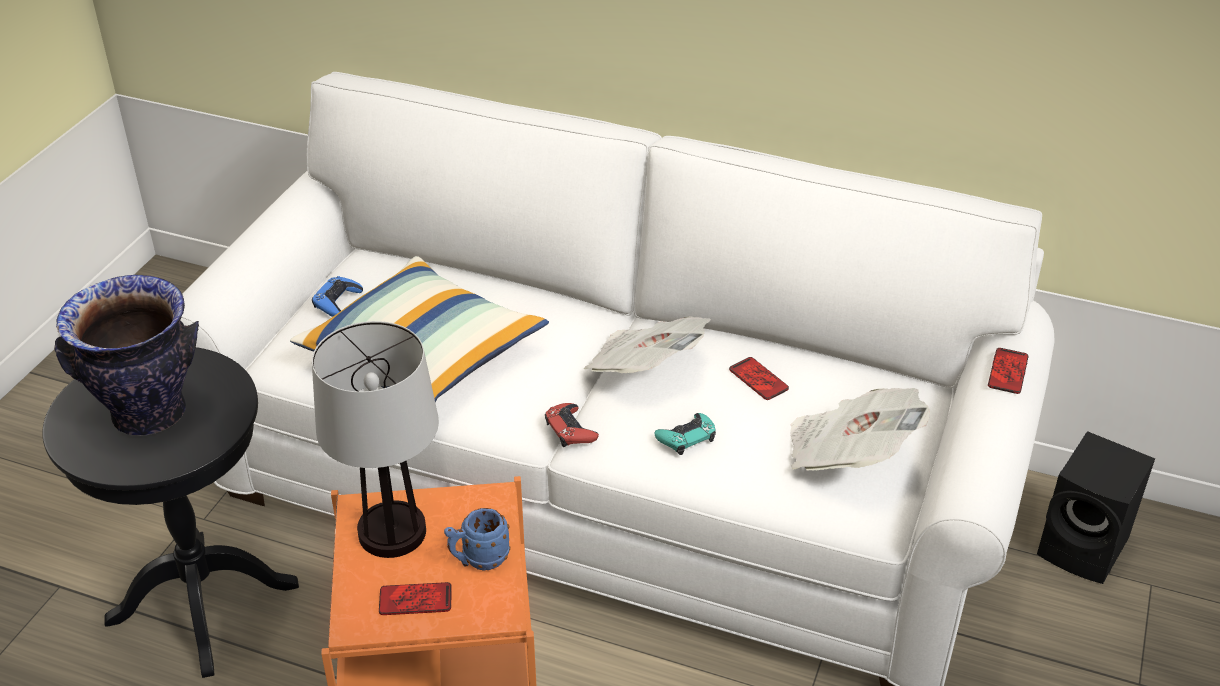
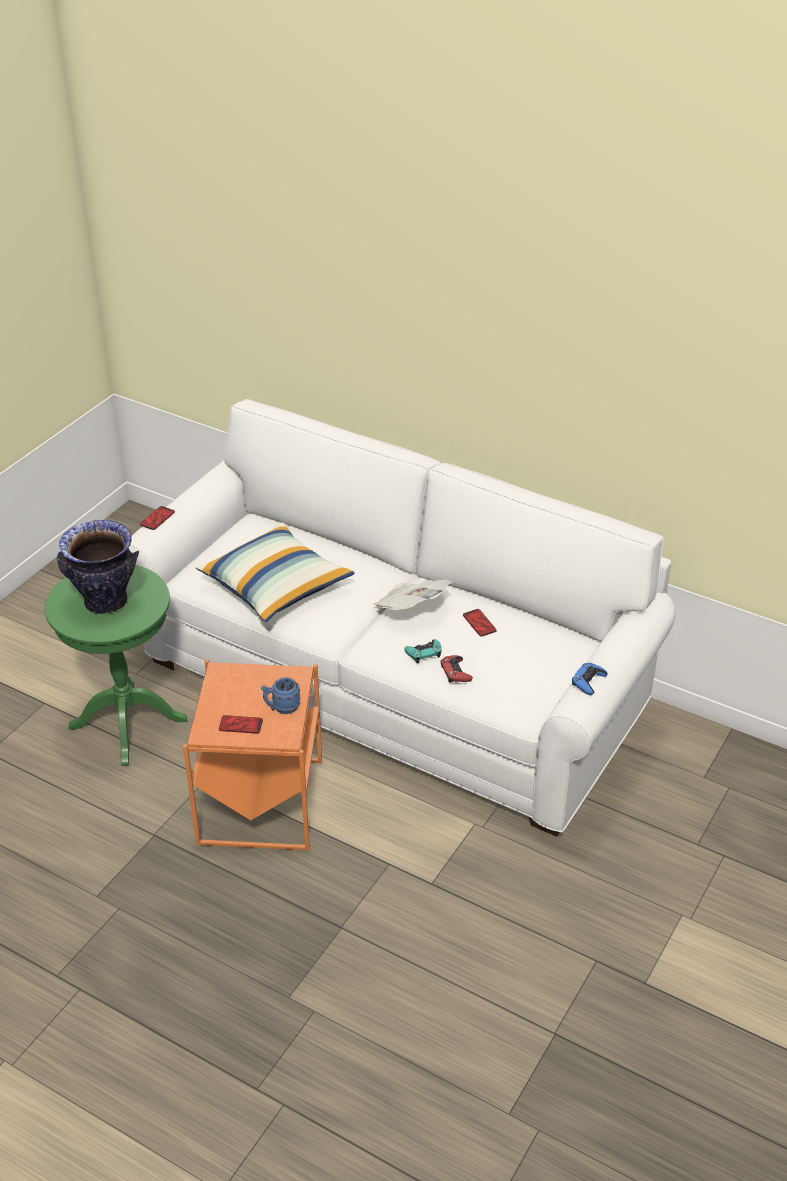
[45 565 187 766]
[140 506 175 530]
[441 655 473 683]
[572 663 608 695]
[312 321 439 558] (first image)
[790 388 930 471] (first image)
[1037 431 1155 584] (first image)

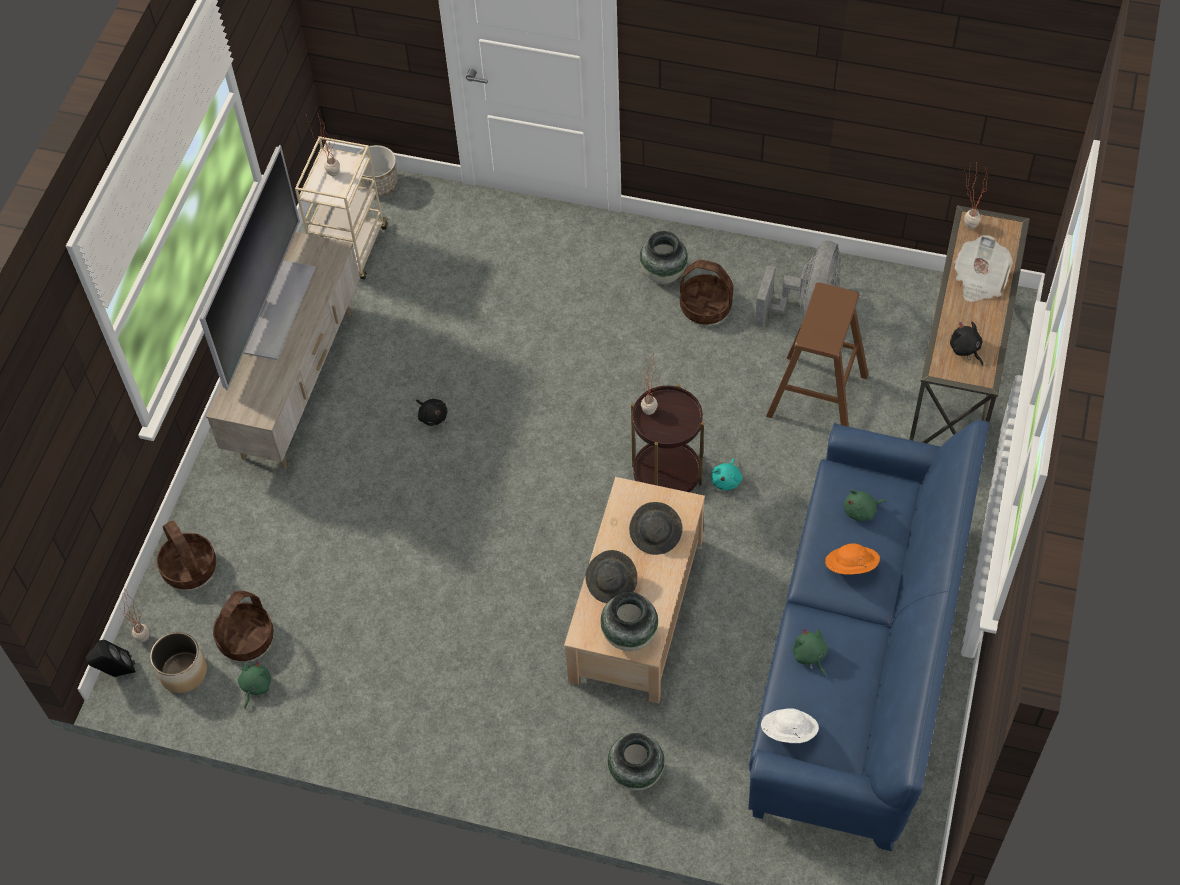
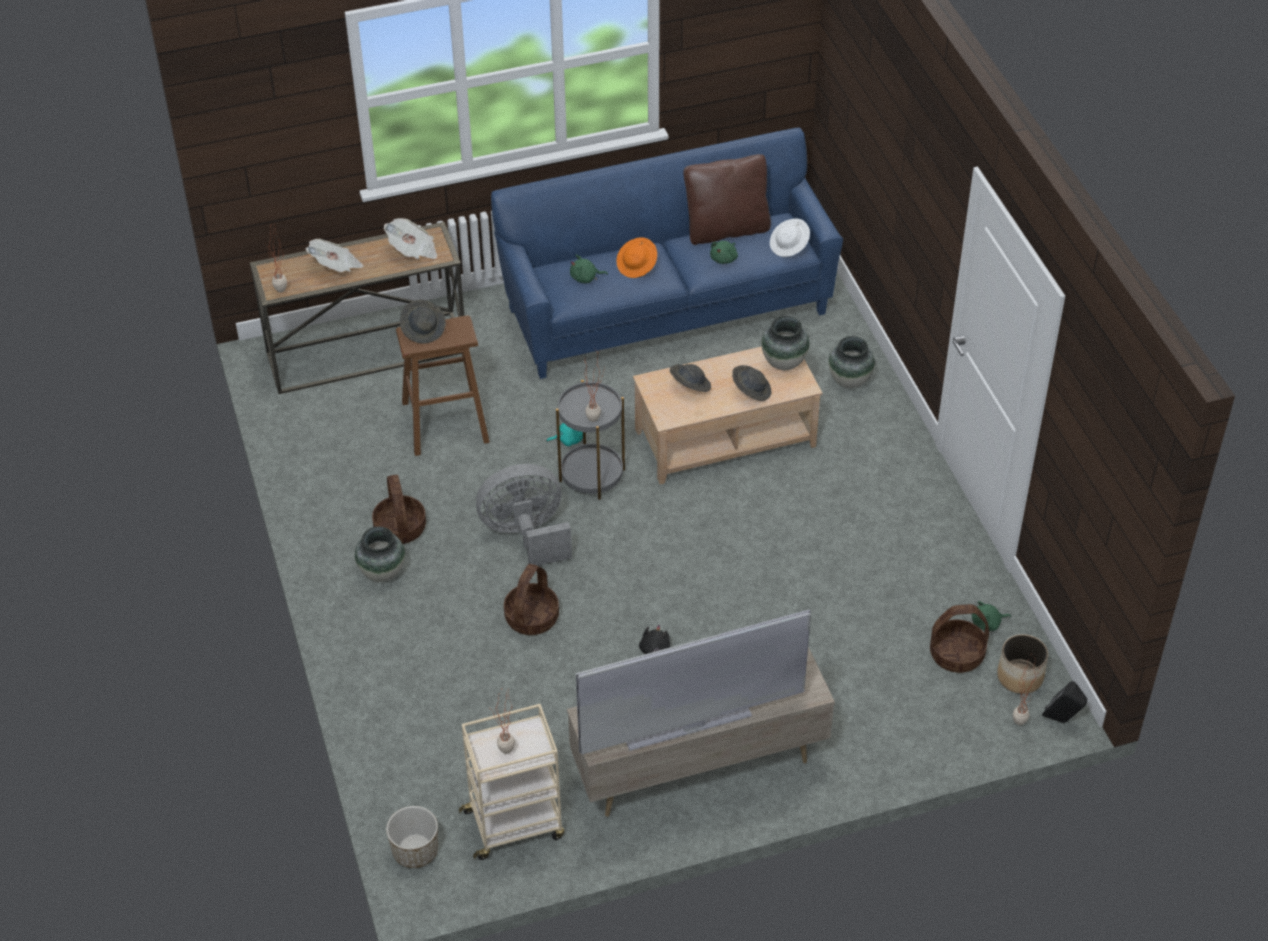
[384 218 437 259]
[400 300 446 344]
[476 464 572 566]
[504 564 559 635]
[556 380 625 500]
[570 255 608 283]
[683 154 771 245]

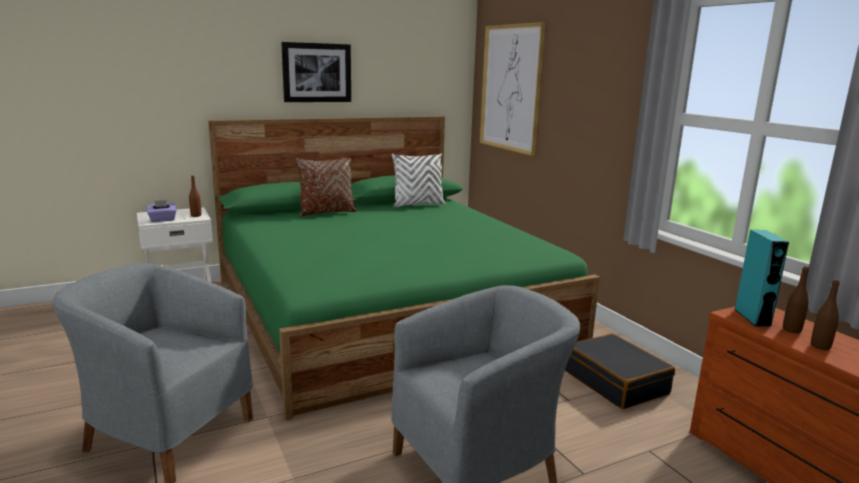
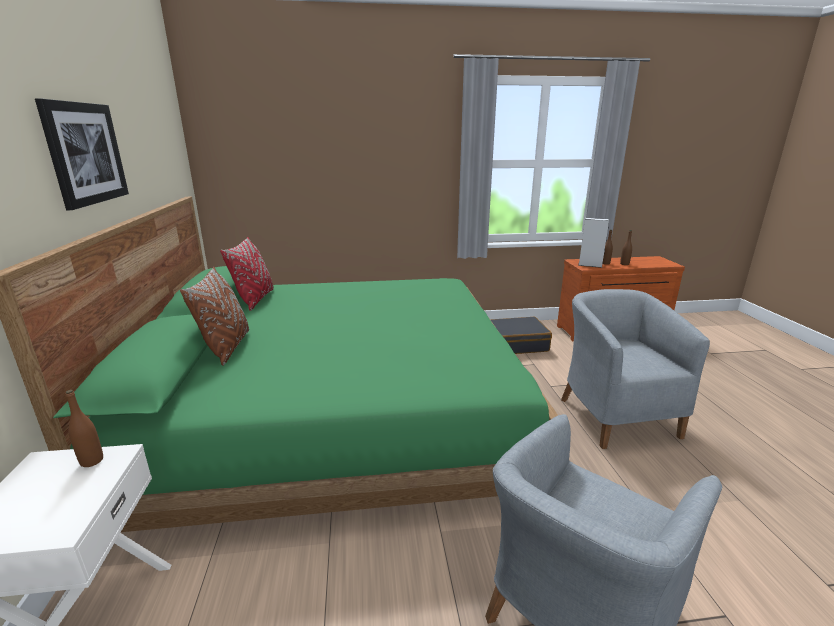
[220 237 274 311]
[578 218 609 268]
[147 200 176 222] (first image)
[480 22 545 156] (first image)

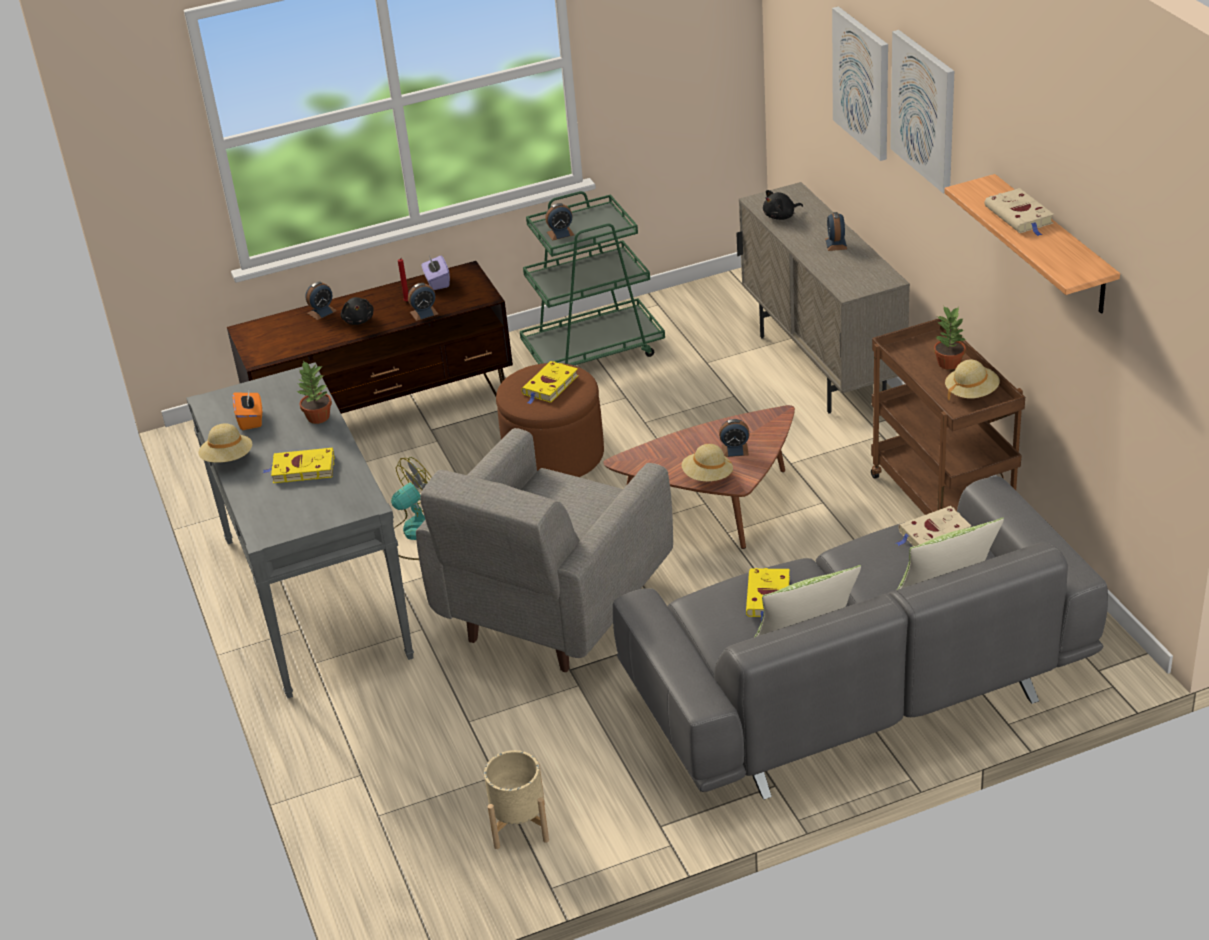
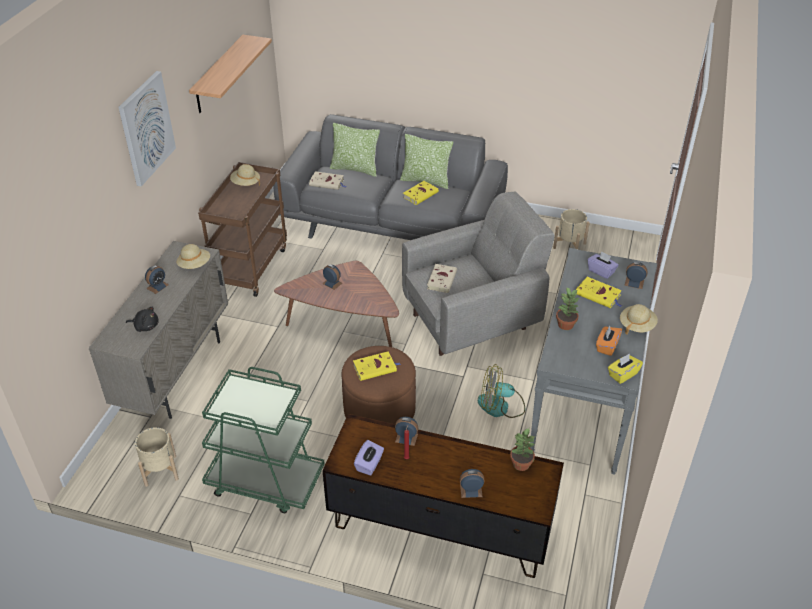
[135 427 179 487]
[177 244 210 269]
[427 264 457 293]
[510 428 535 471]
[588 251 619 279]
[608 353 643 384]
[624 262 648 289]
[341 297 374 325] (first image)
[832 6 888 161] (first image)

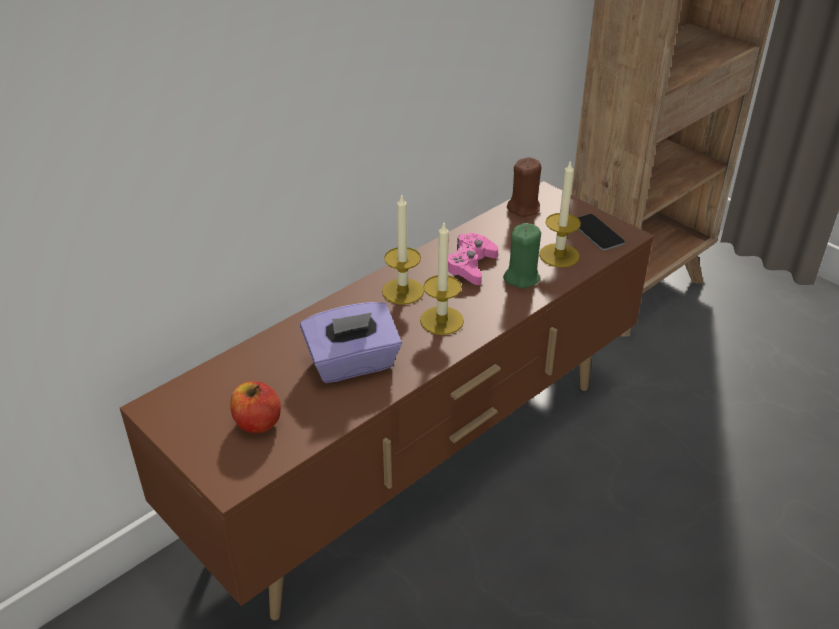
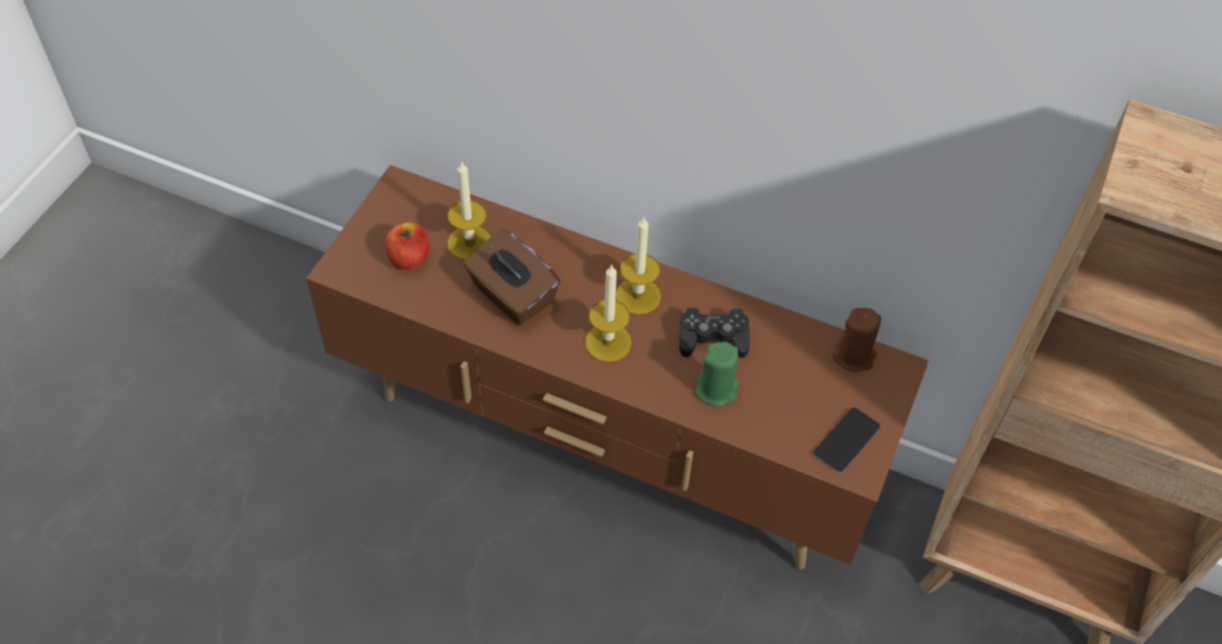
[447 161 491 260]
[463 229 560 325]
[679 307 750 358]

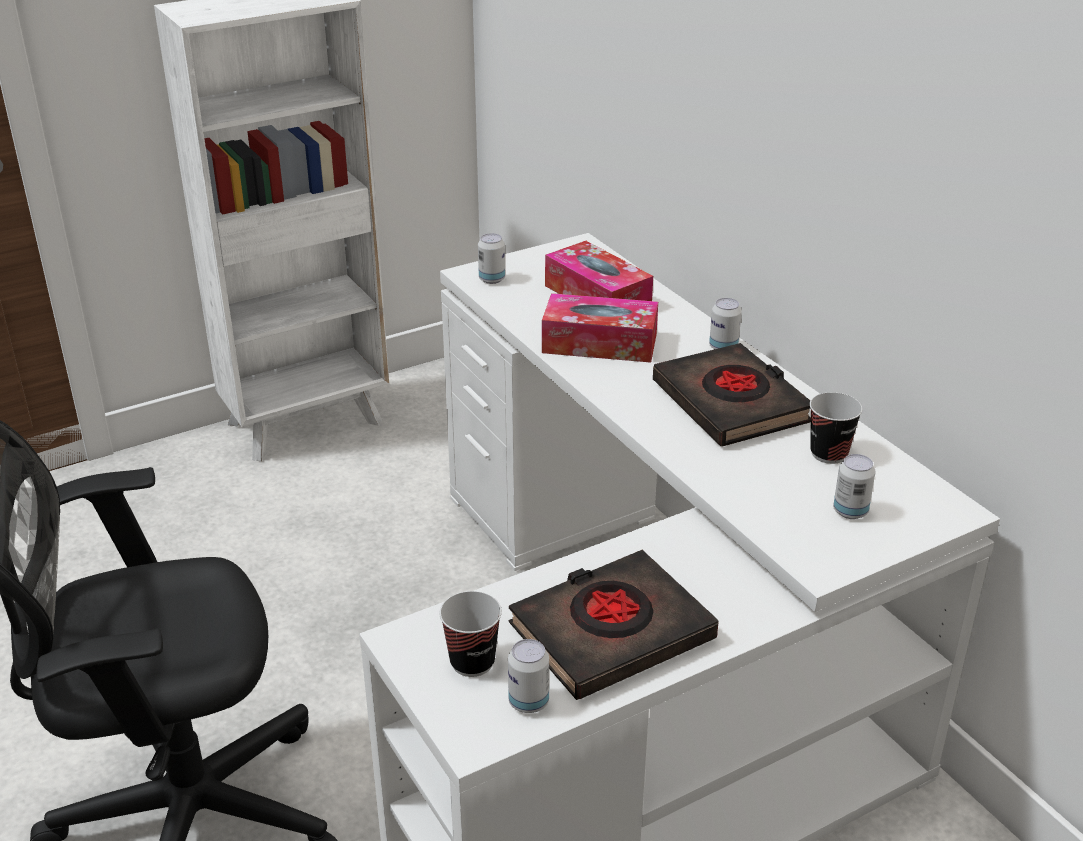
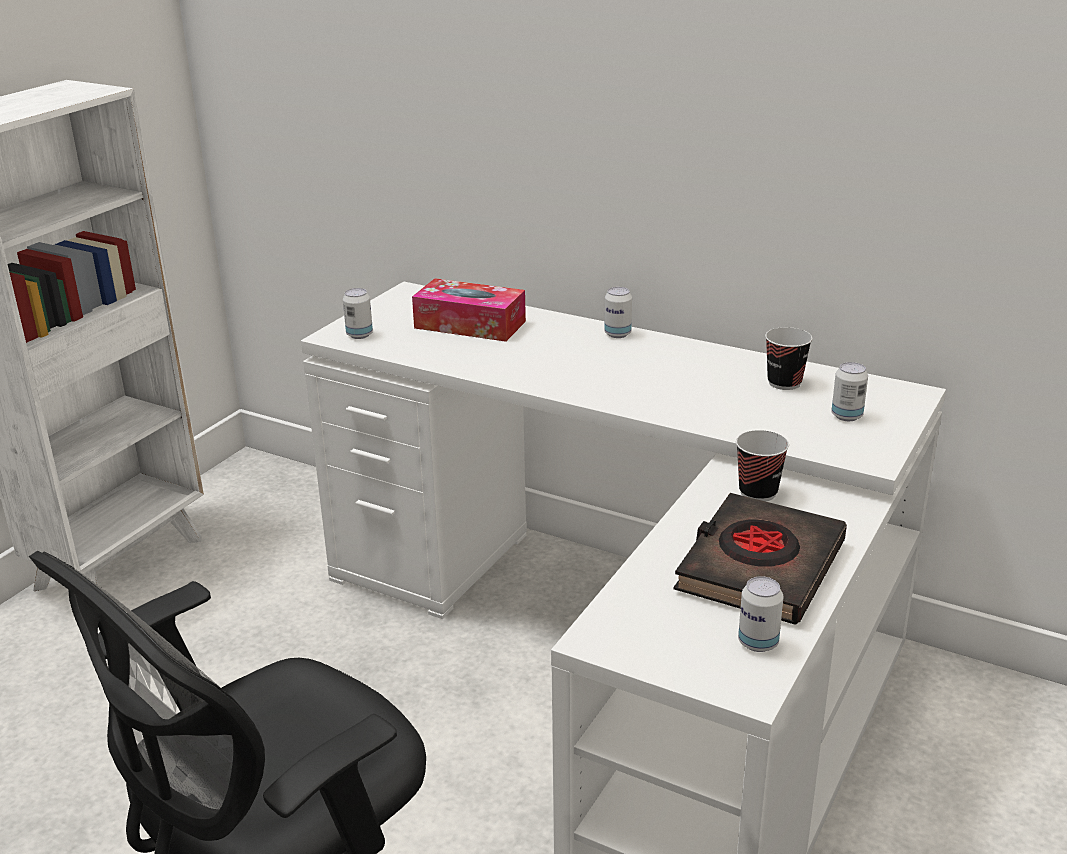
[736 430 789 501]
[542 293 658 363] (first image)
[653 343 811 447] (first image)

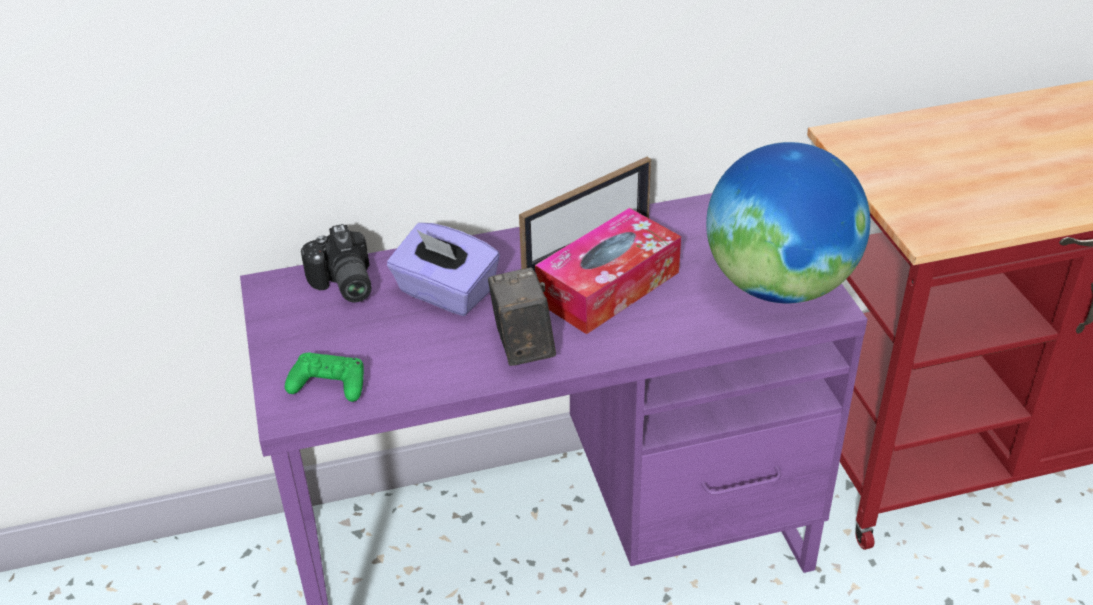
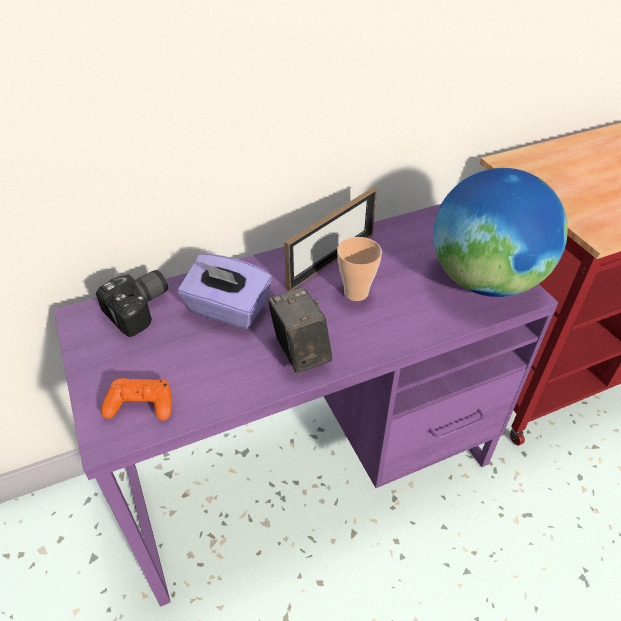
[96 270 168 337]
[101 378 171 421]
[337 237 382 301]

